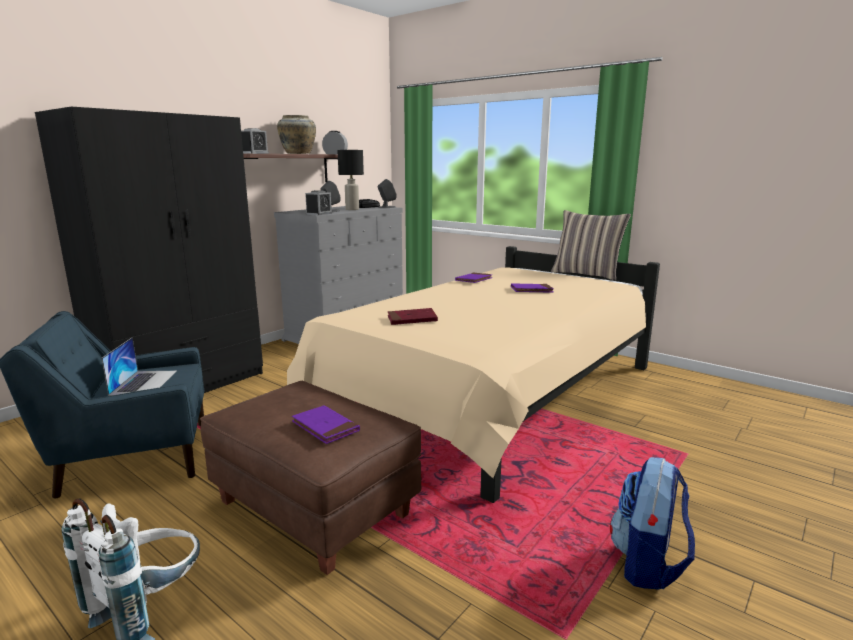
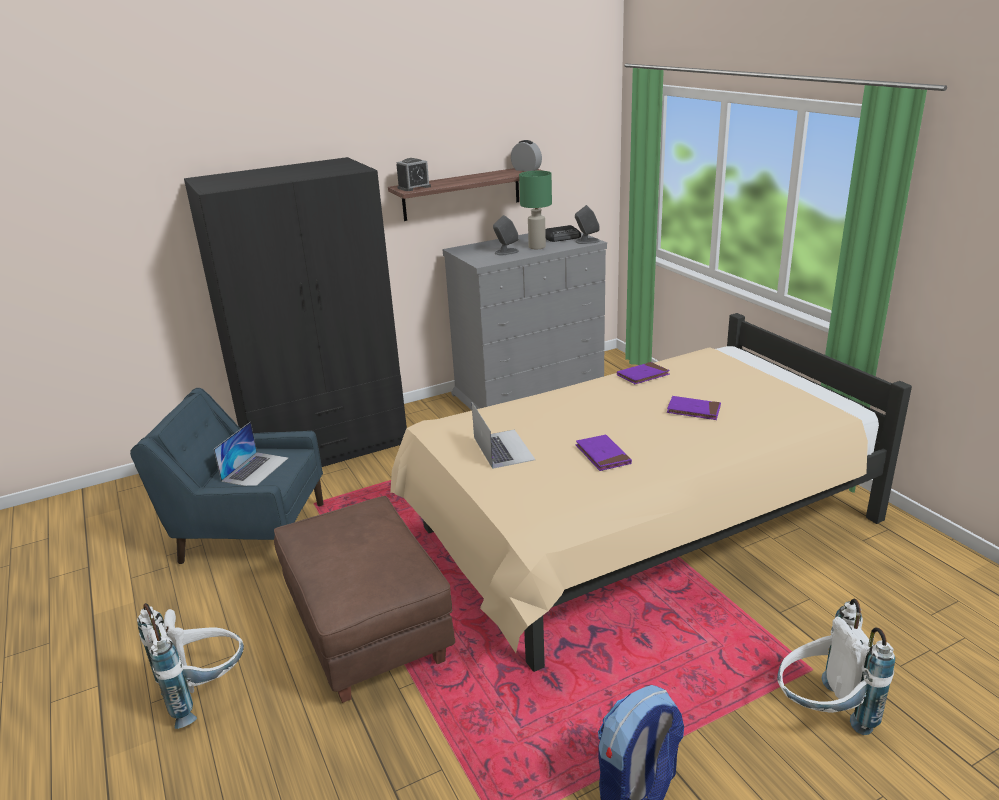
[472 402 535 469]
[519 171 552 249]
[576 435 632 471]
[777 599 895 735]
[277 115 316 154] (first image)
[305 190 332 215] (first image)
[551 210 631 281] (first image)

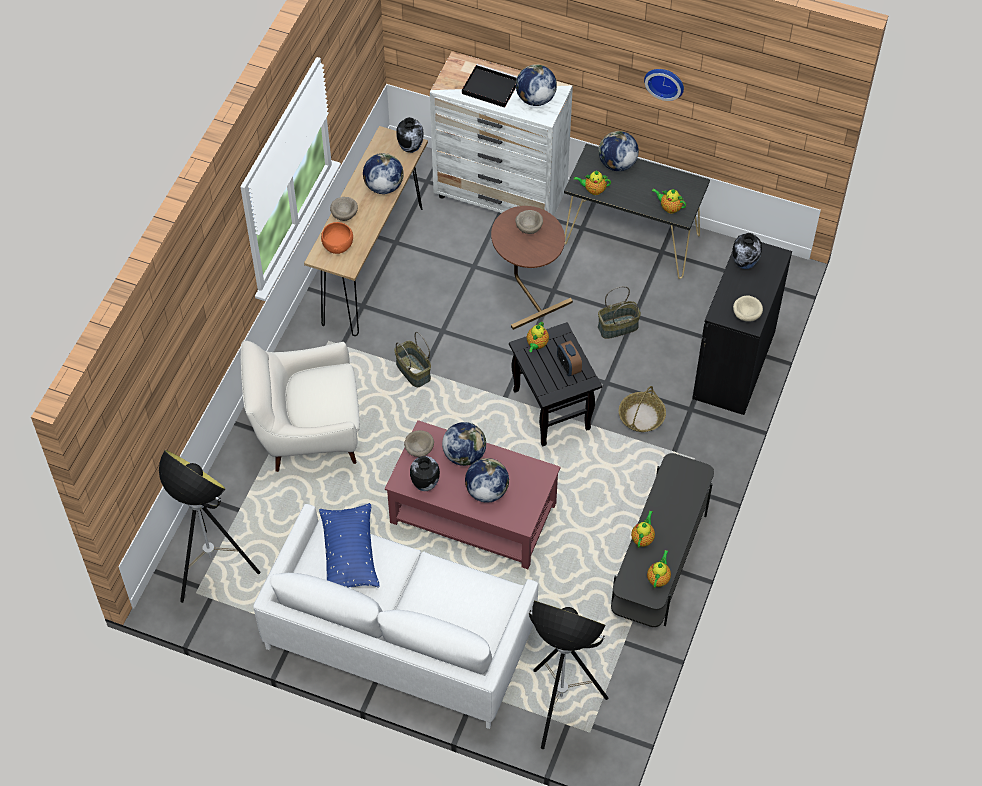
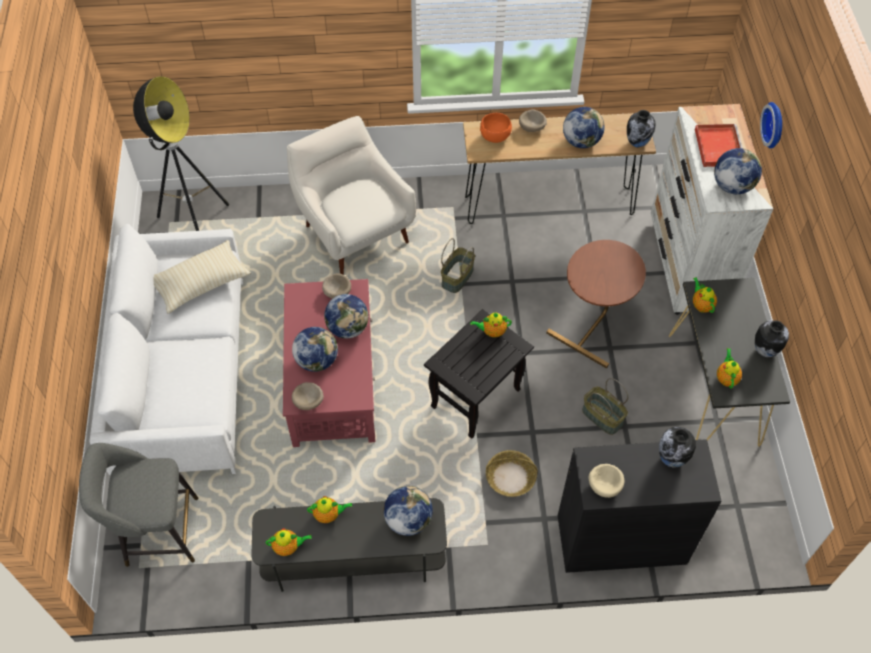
[79 443 198 567]
[153 240 251 314]
[292 382 324 410]
[384 486 433 536]
[695 124 743 167]
[755 320 789 357]
[760 102 782 149]
[557 341 582 376] (first image)

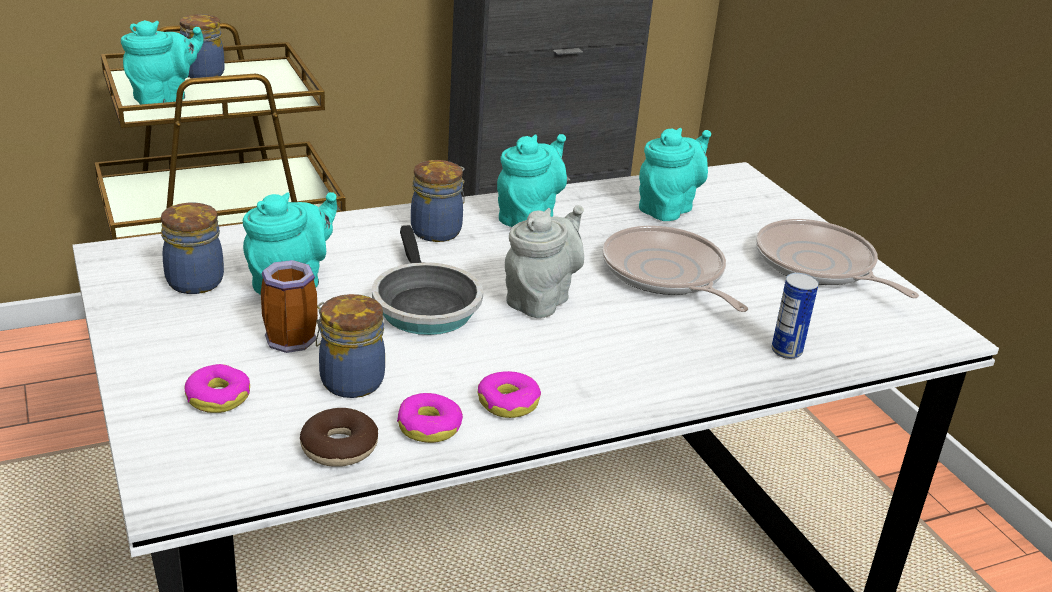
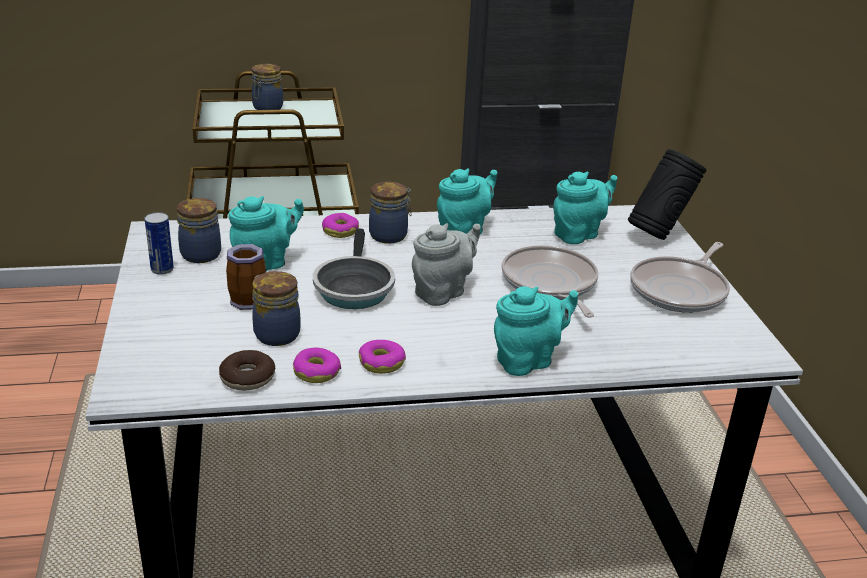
[145 212 174 275]
[322 213 359 238]
[494 286 578 376]
[628 149 706 240]
[630 242 730 313]

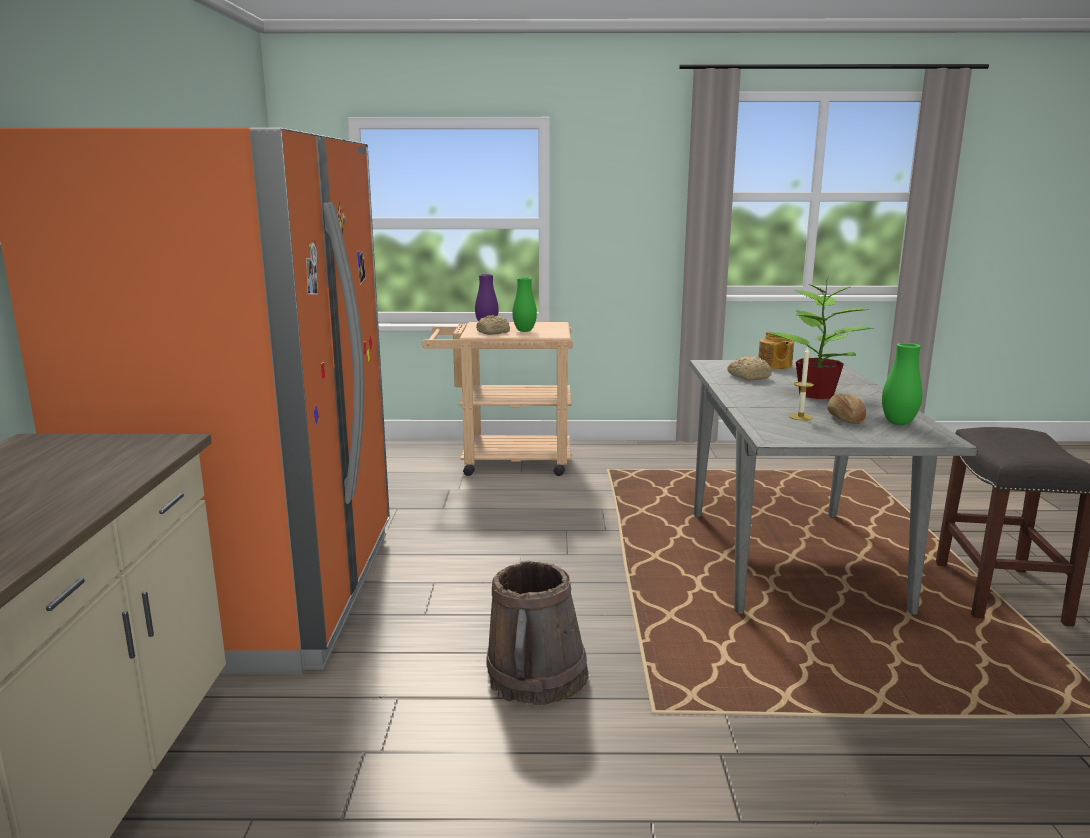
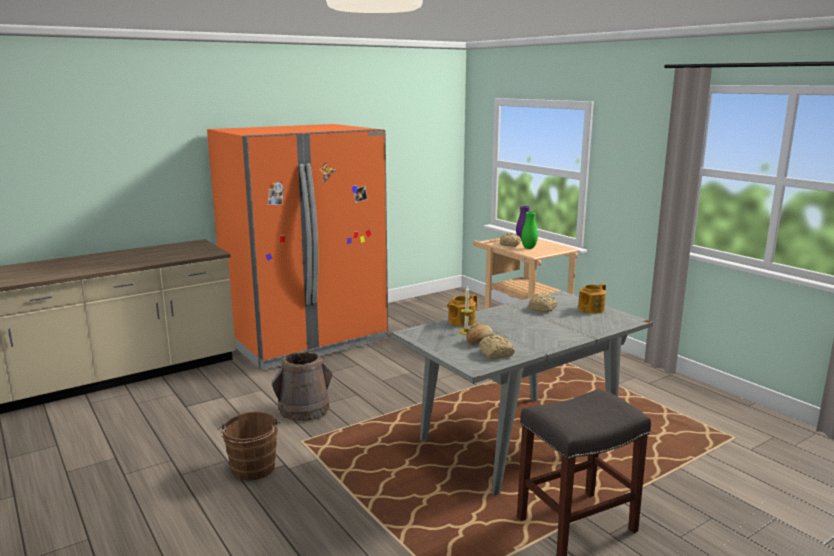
[218 411 280 481]
[447 294 477 326]
[479 335 515 359]
[767 279 874 399] (first image)

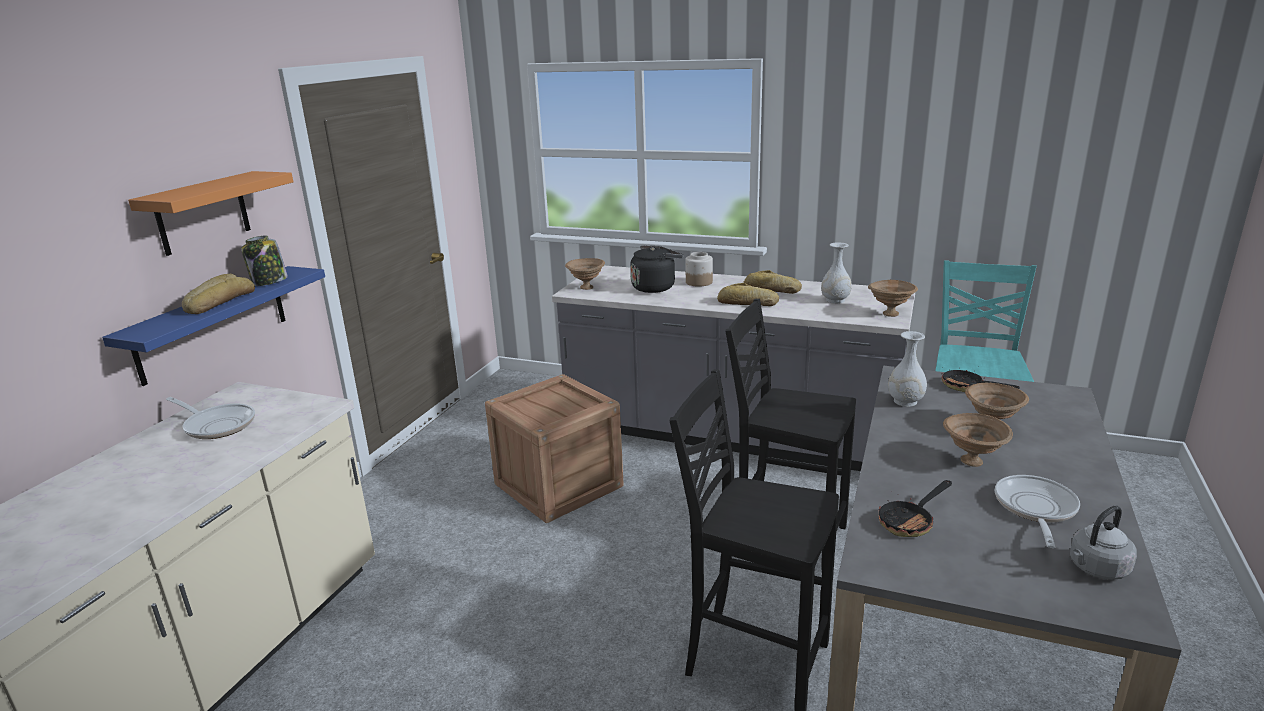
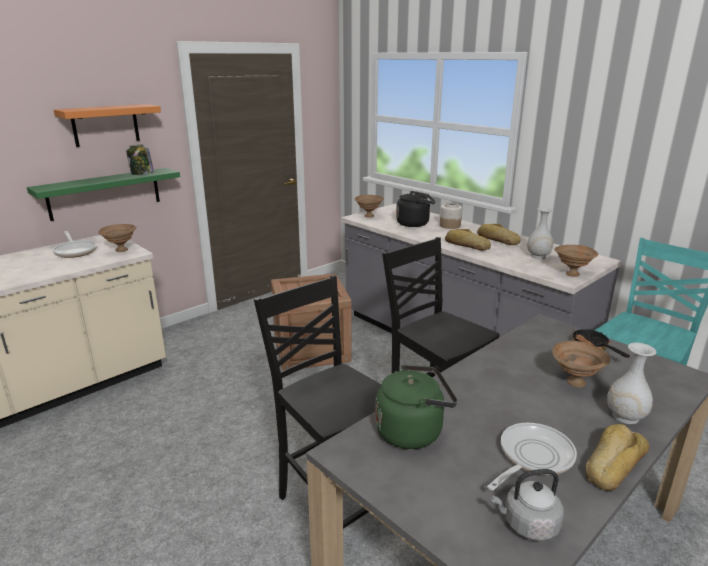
[27 168 180 221]
[98 224 136 252]
[375 364 457 449]
[585 424 649 491]
[607 343 656 424]

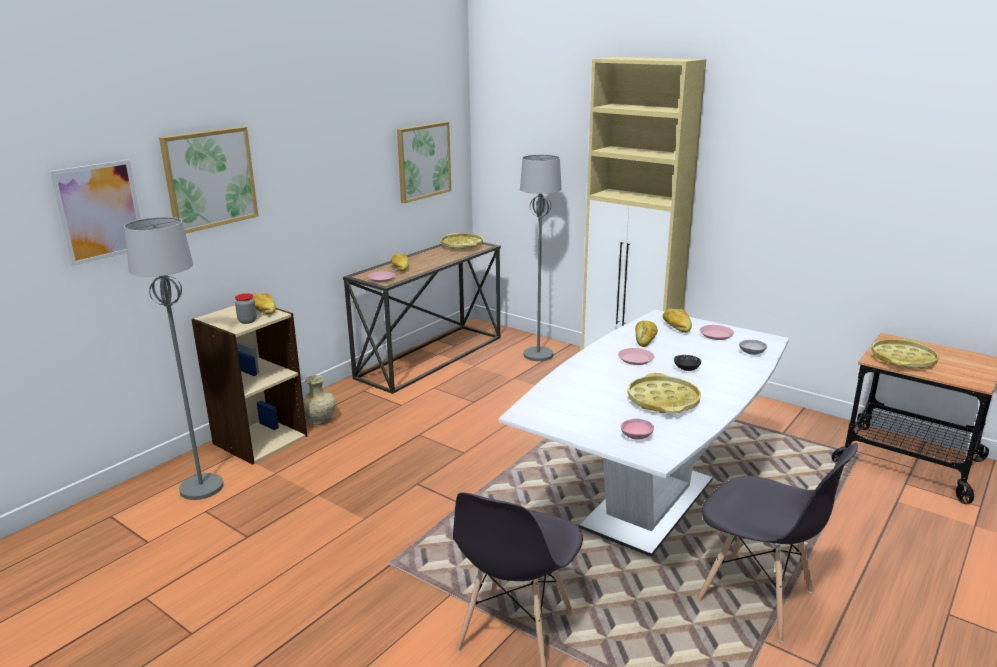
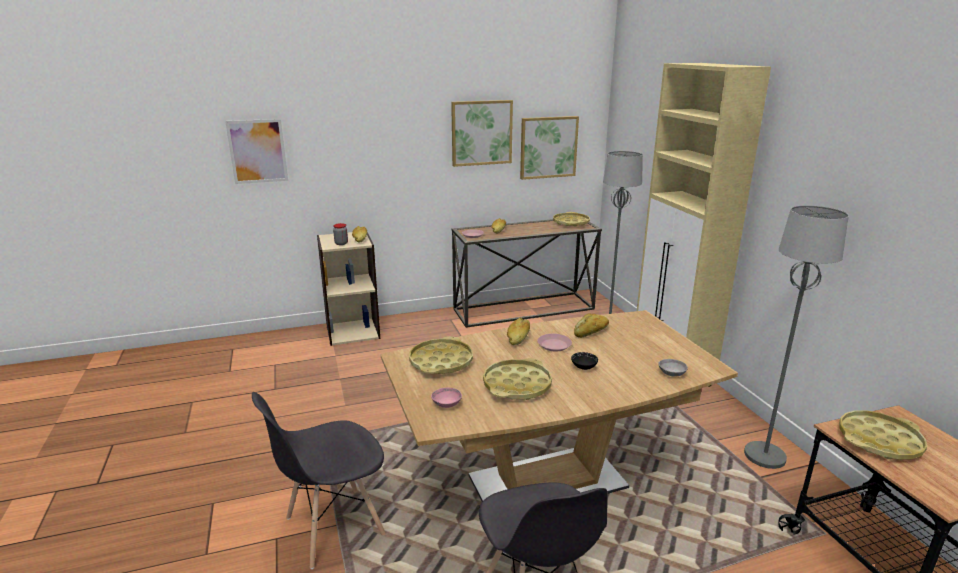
[381 310 738 501]
[409 336 473 374]
[451 100 513 167]
[507 318 530 345]
[744 205 849 469]
[303 375 336 425] (first image)
[700 325 734 340] (first image)

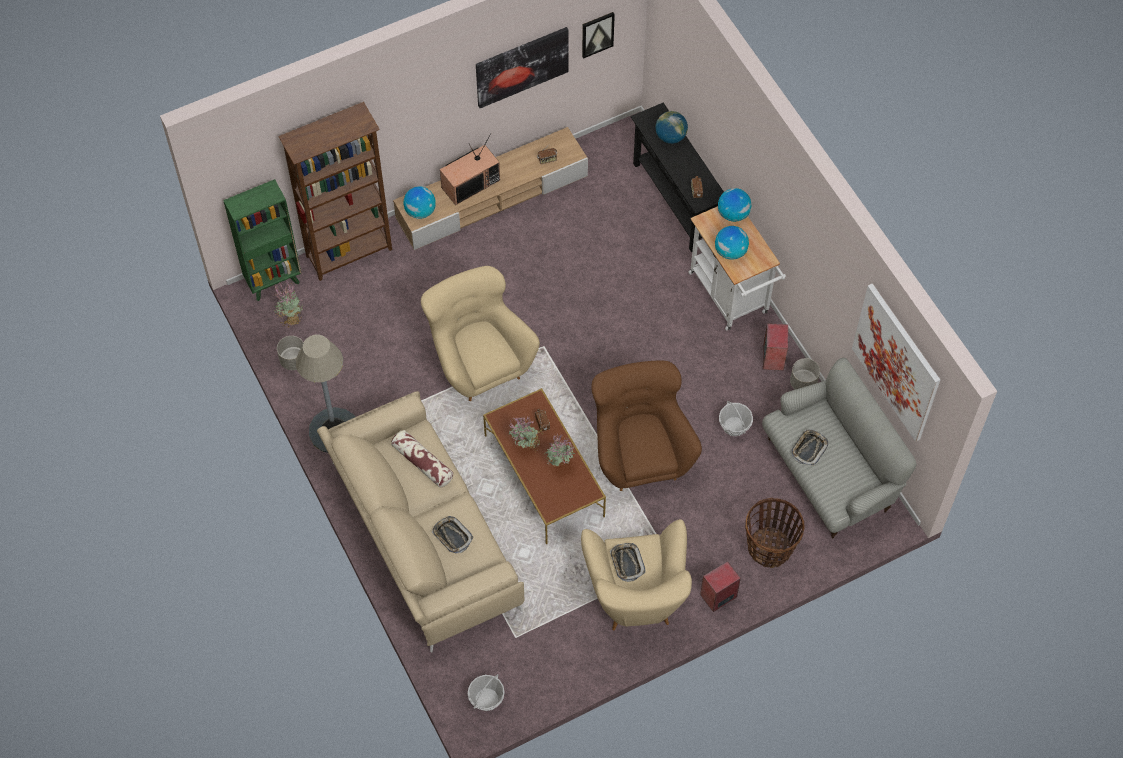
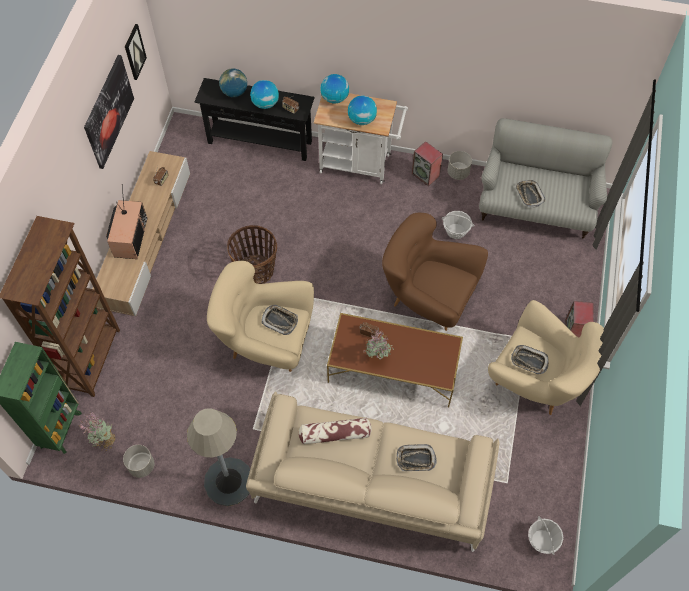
[227 225 277 284]
[250 80 279 109]
[262 305 298 335]
[544 435 575 466] (first image)
[852 283 940 442] (first image)

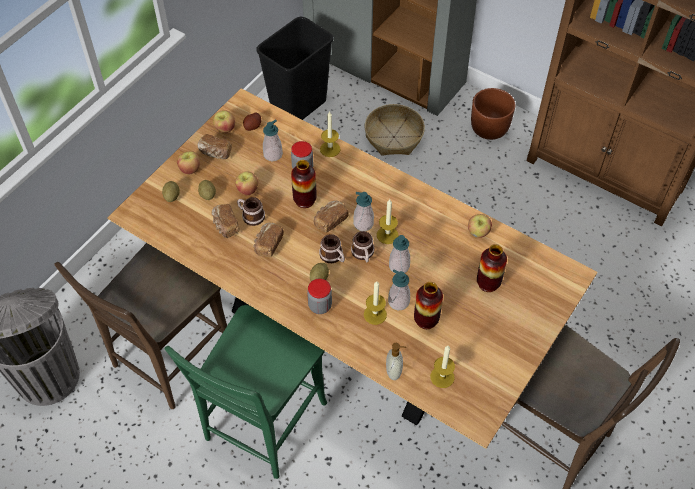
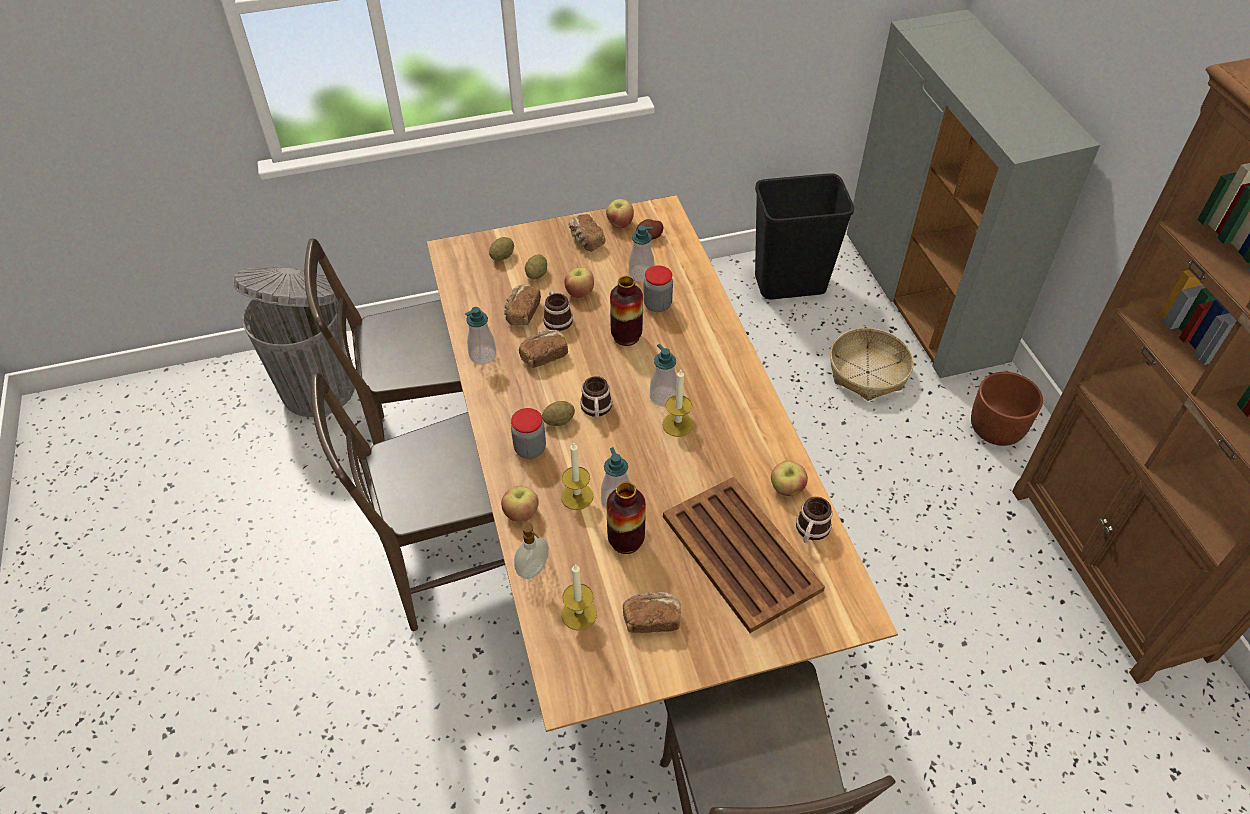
[311 372 505 631]
[465 307 496 364]
[501 486 539 522]
[623 592 681 633]
[663 477 825 633]
[796 497 833 543]
[320 111 340 157] (first image)

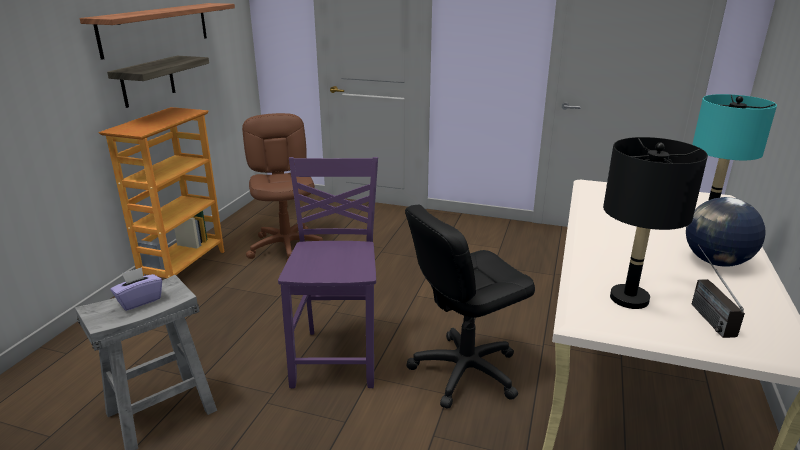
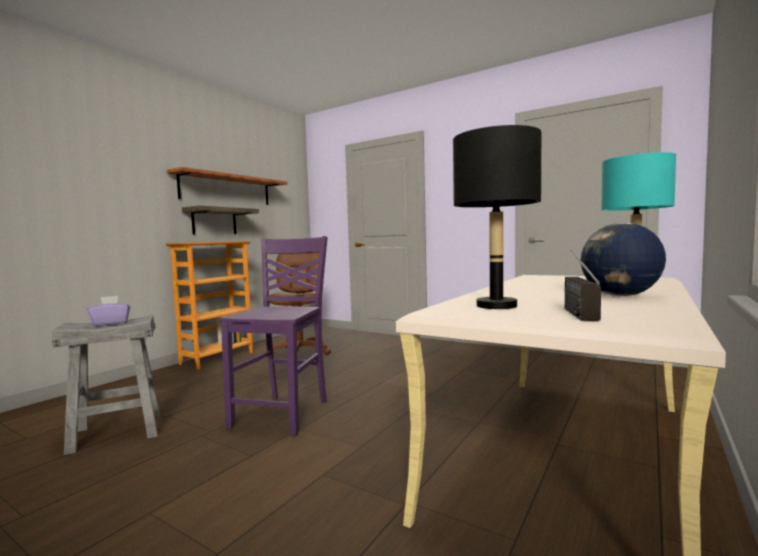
[405 204 535 409] (first image)

